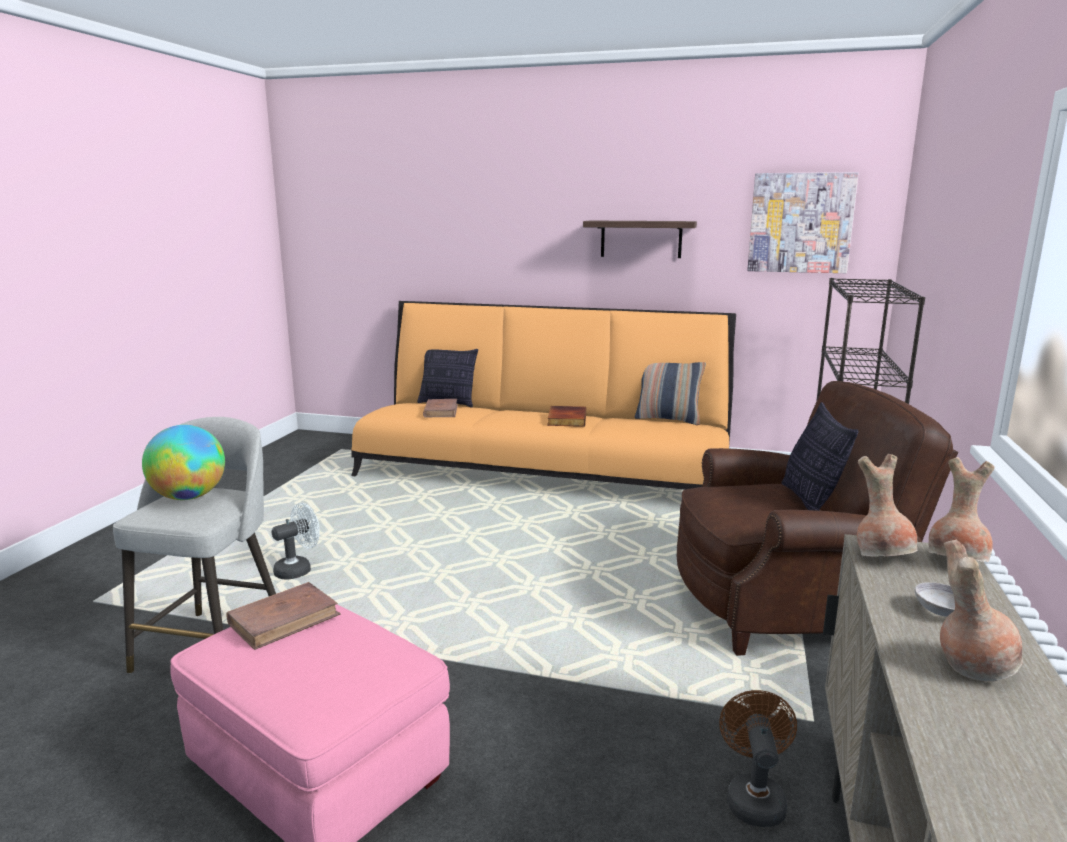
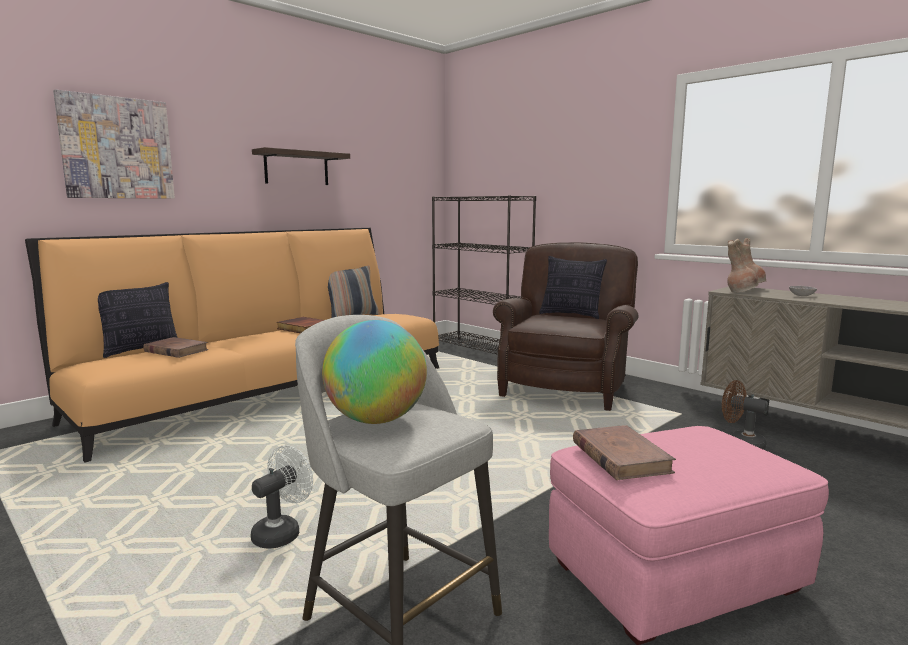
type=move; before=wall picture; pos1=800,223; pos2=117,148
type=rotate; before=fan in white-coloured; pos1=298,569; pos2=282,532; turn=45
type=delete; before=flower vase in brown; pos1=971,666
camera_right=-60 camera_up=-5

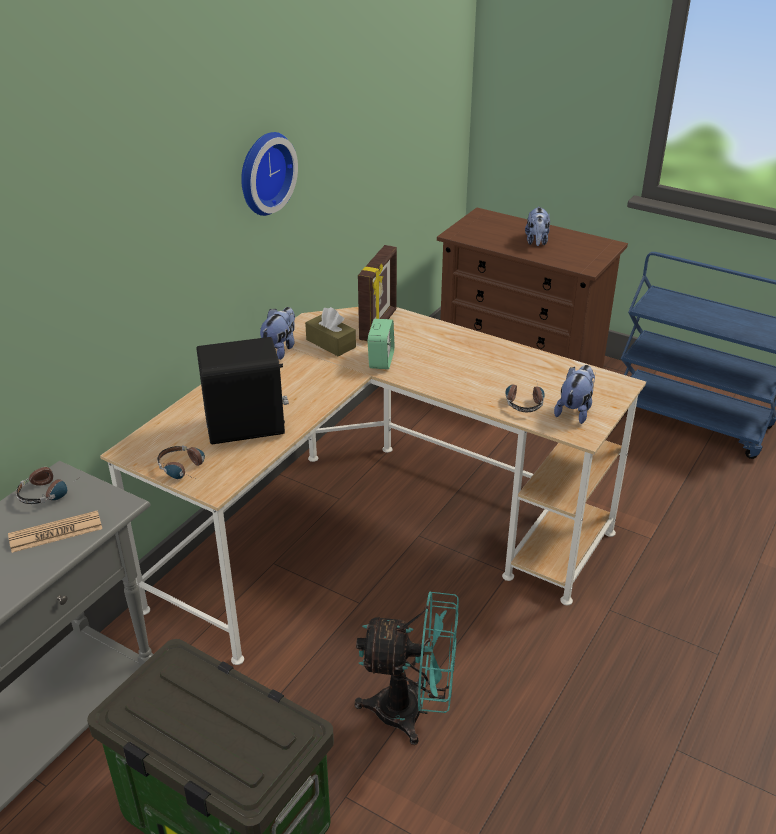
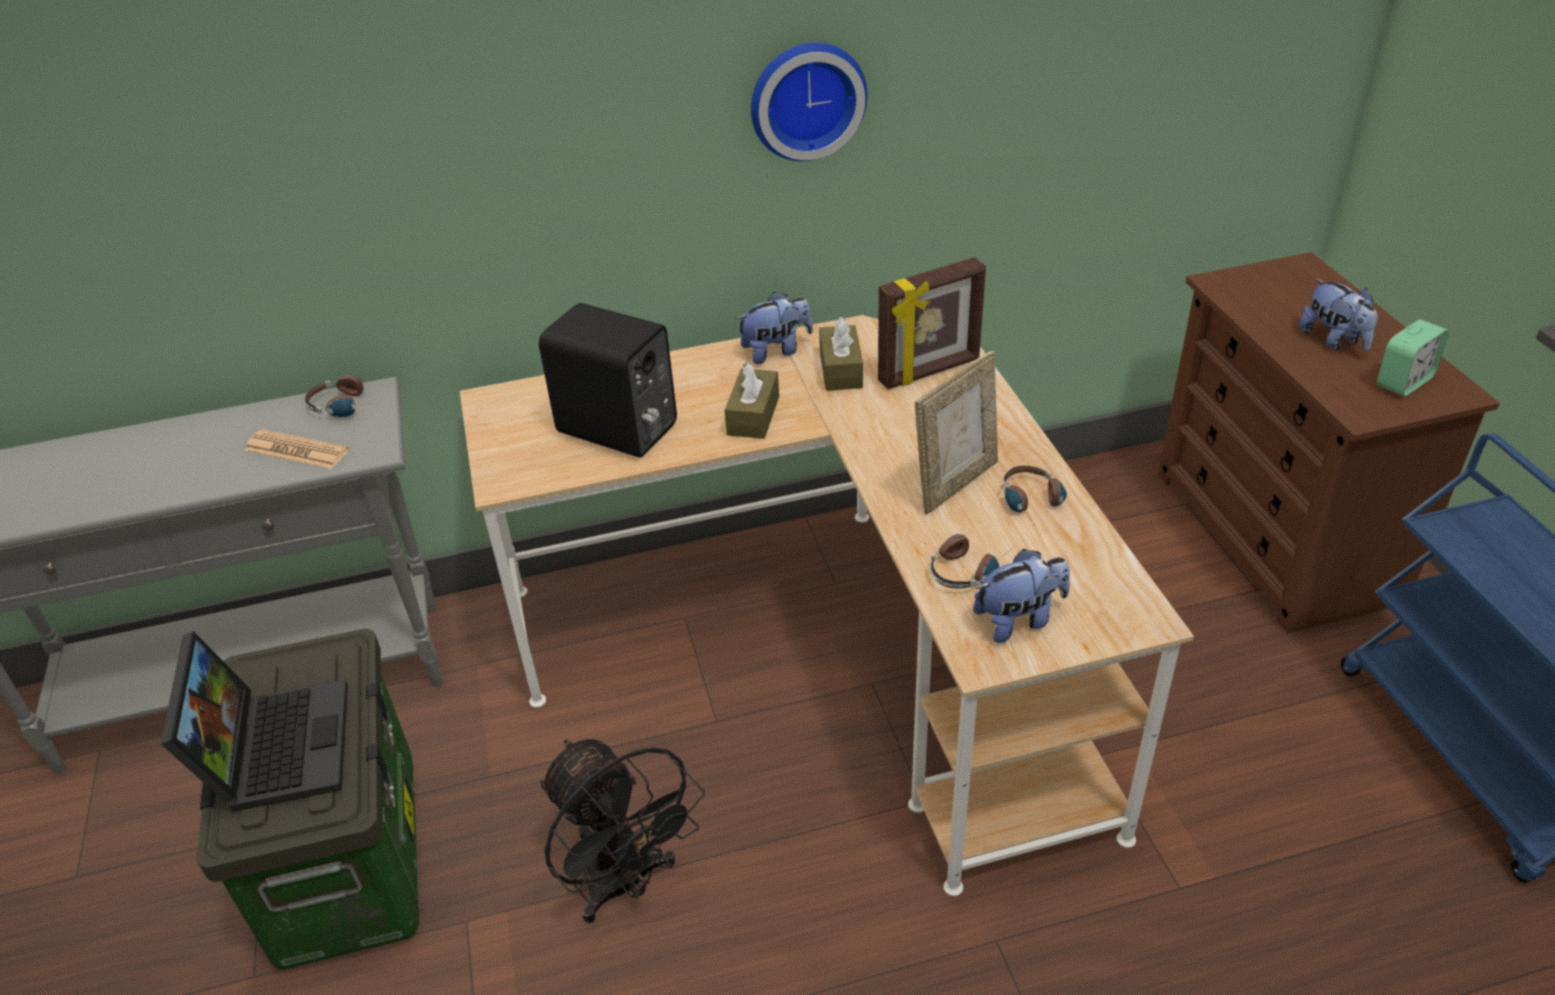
type=insert; after=laptop; pos2=275,745
type=recolor; before=fan in blue-green; after=fan in black; pos1=412,712; pos2=626,884
type=insert; after=tissue box in brown; pos2=753,415
type=insert; after=picture frame; pos2=955,483
type=move; before=headphones; pos1=186,469; pos2=1034,504
type=rotate; before=plush toy; pos1=536,241; pos2=1333,340; turn=-75
type=move; before=alarm clock; pos1=381,360; pos2=1404,382
camera_right=45 camera_up=5

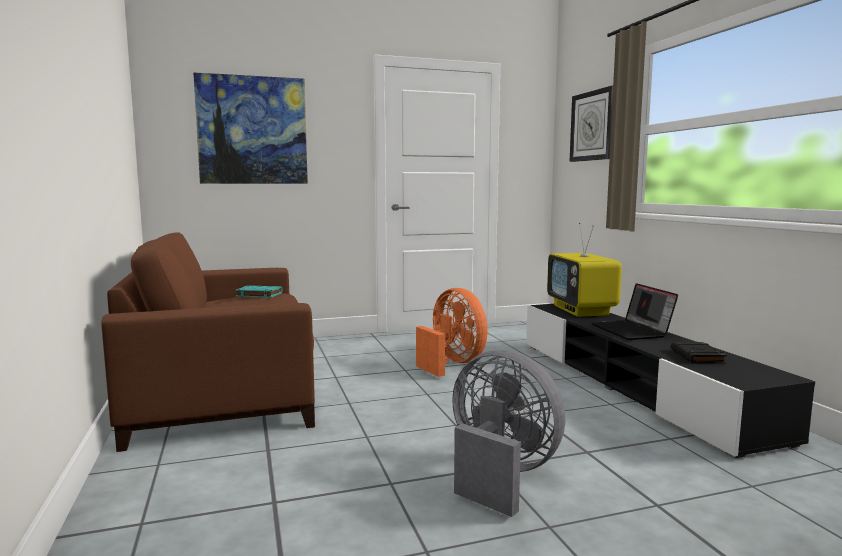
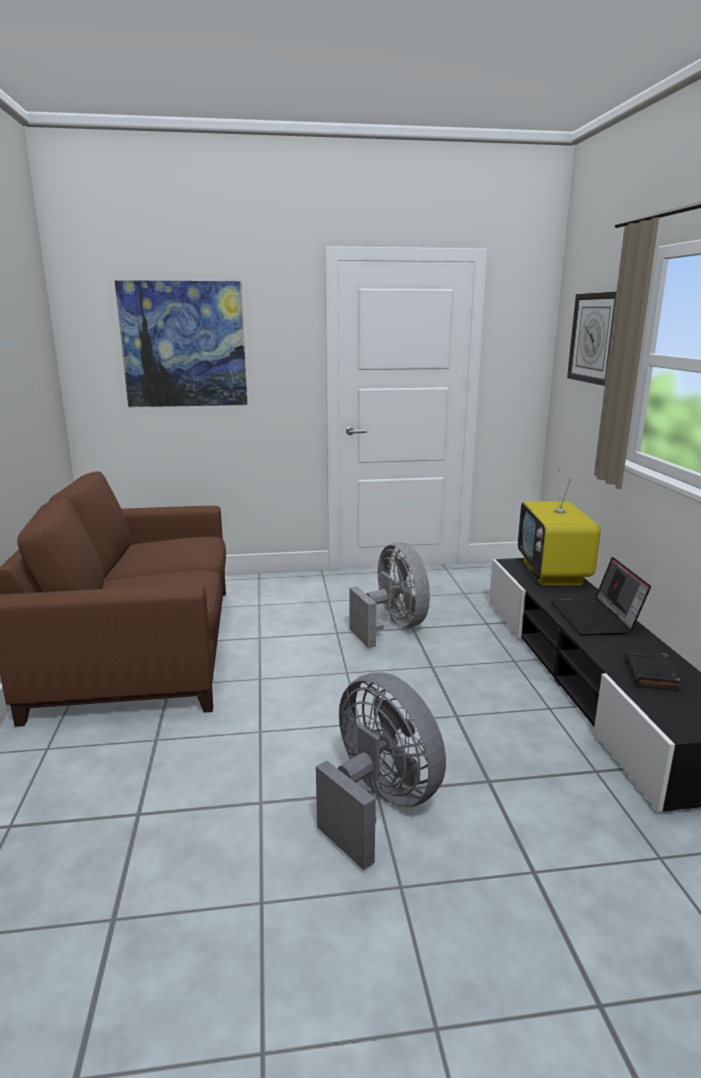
type=recolor; before=fan in orangey; after=fan in greyish; pos1=452,364; pos2=392,627
type=delete; before=volume in blue-green; pos1=258,295
camera_right=10 camera_up=10

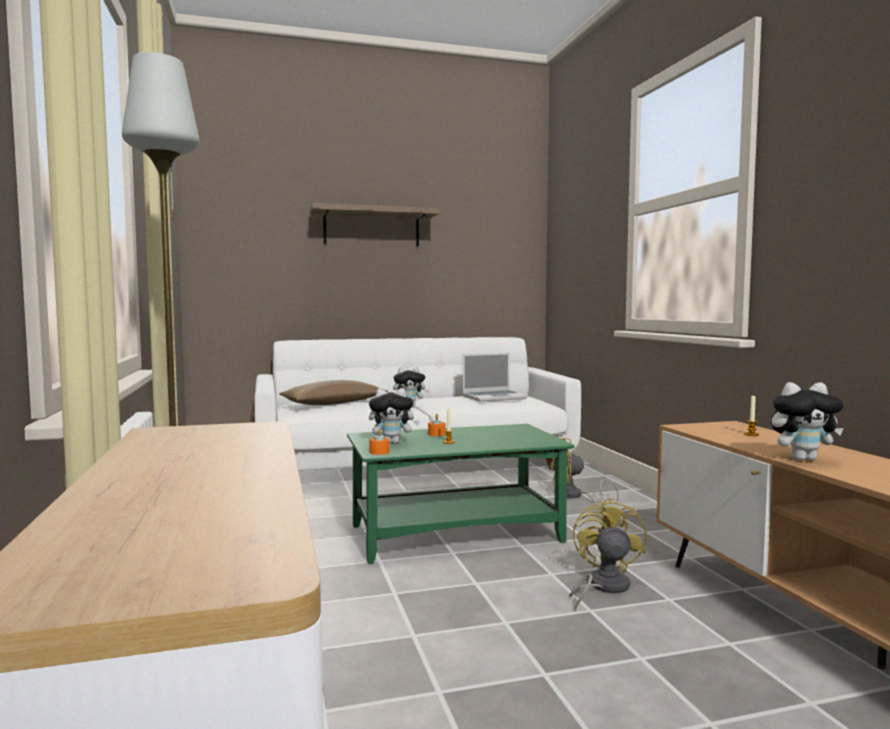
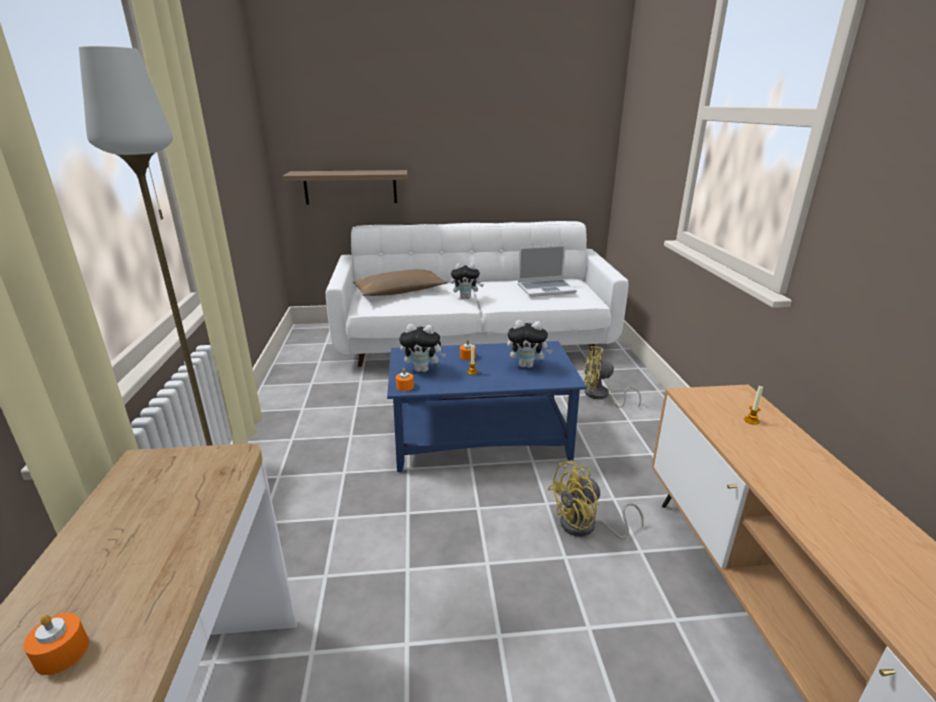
type=insert; after=wax candle in orangey; pos2=62,653
type=move; before=shelf; pos1=371,228; pos2=350,187
type=recolor; before=coffee table in green; after=coffee table in blue-coloured; pos1=457,533; pos2=482,439
type=move; before=plush toy; pos1=802,459; pos2=527,365
type=rotate; before=fan in yellow; pos1=602,587; pos2=586,527; turn=-135
camera_right=10 camera_up=20

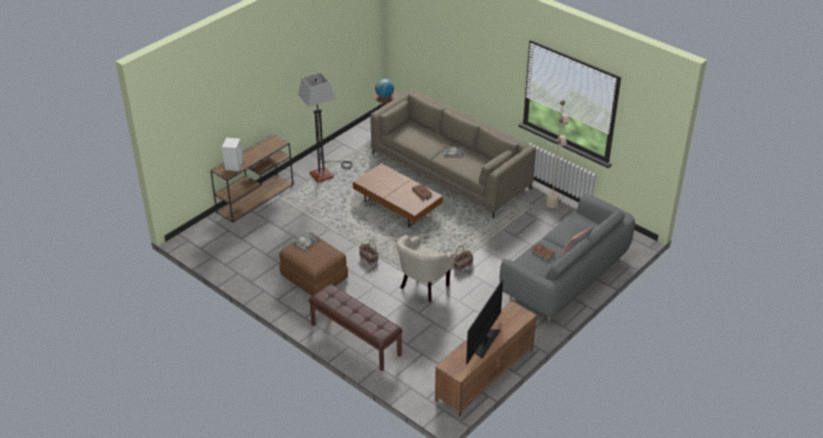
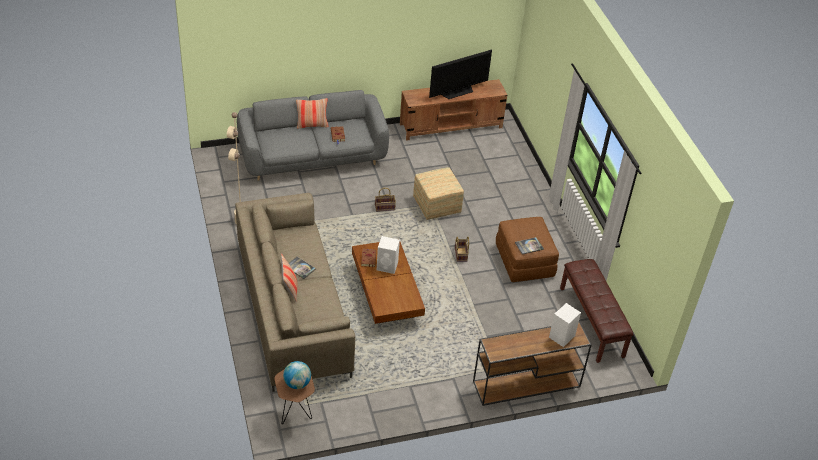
type=insert; after=pillow; pos2=289,289
type=insert; after=loudspeaker in white-coloured; pos2=387,266
type=replace; before=lounge chair in sand-coloured; after=ottoman; pos1=422,287; pos2=437,206
type=move; before=indoor bench in brown; pos1=355,339; pos2=592,322
type=delete; before=standing lamp; pos1=326,172
camera_right=-150 camera_up=5

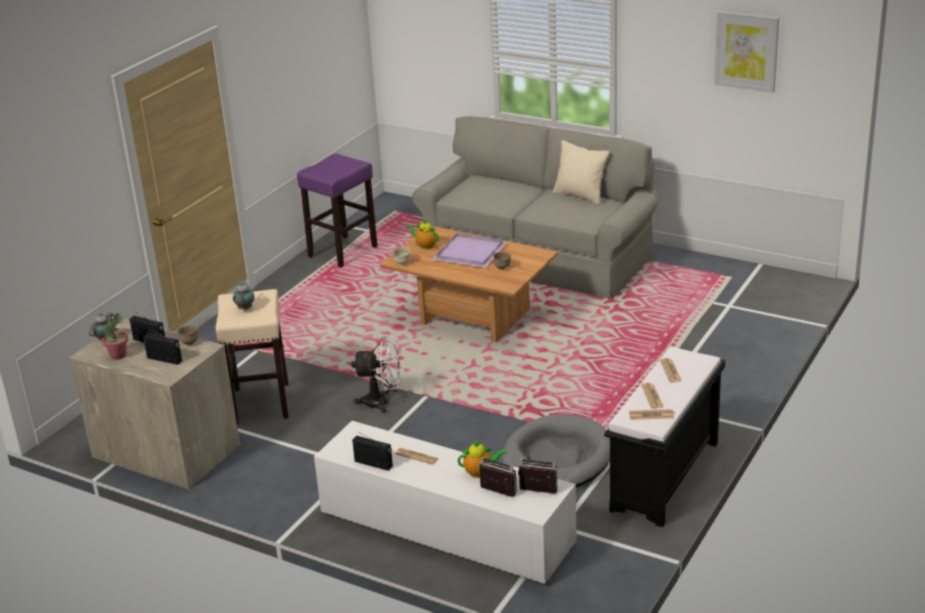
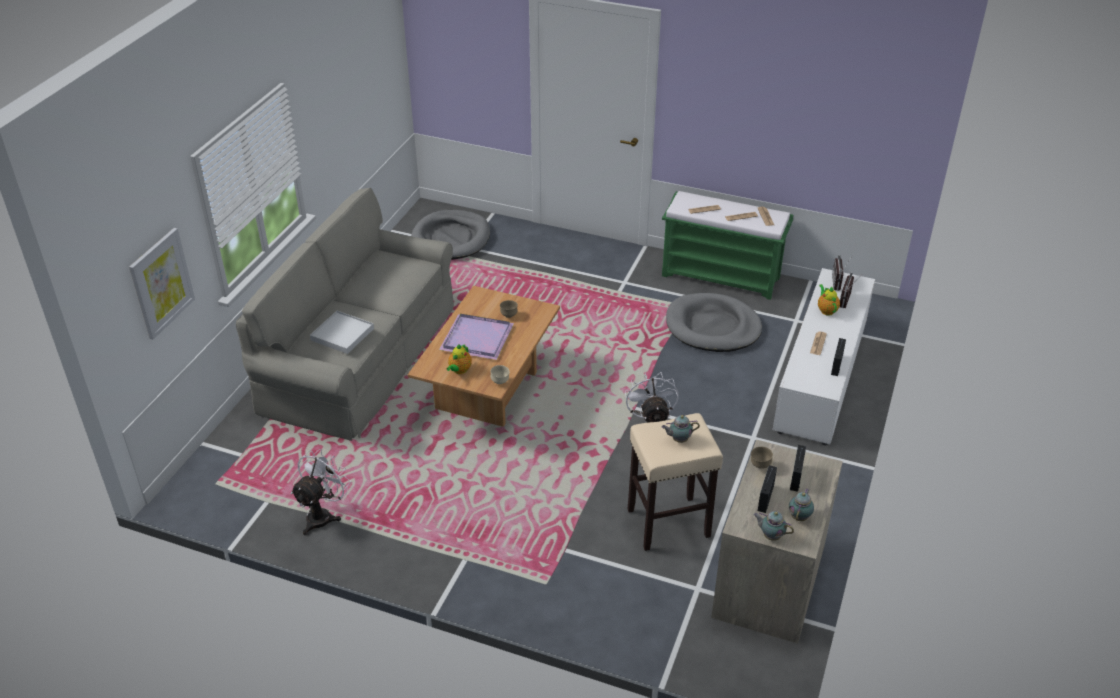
type=move; before=wall picture; pos1=746,51; pos2=161,283
type=replace; before=stool seat in purplish; after=fan in white-coloured; pos1=343,251; pos2=323,515
type=insert; after=tray in white-coloured; pos2=342,334
type=insert; after=pet bed in greyish; pos2=451,238
type=recolor; before=indoor bench in black; after=indoor bench in green; pos1=665,477; pos2=722,276
type=replace; before=plant in a pot; after=teapot; pos1=118,355; pos2=799,516
type=delete; before=pillow in sand-coloured; pos1=580,195
camera_right=-100 camera_up=10

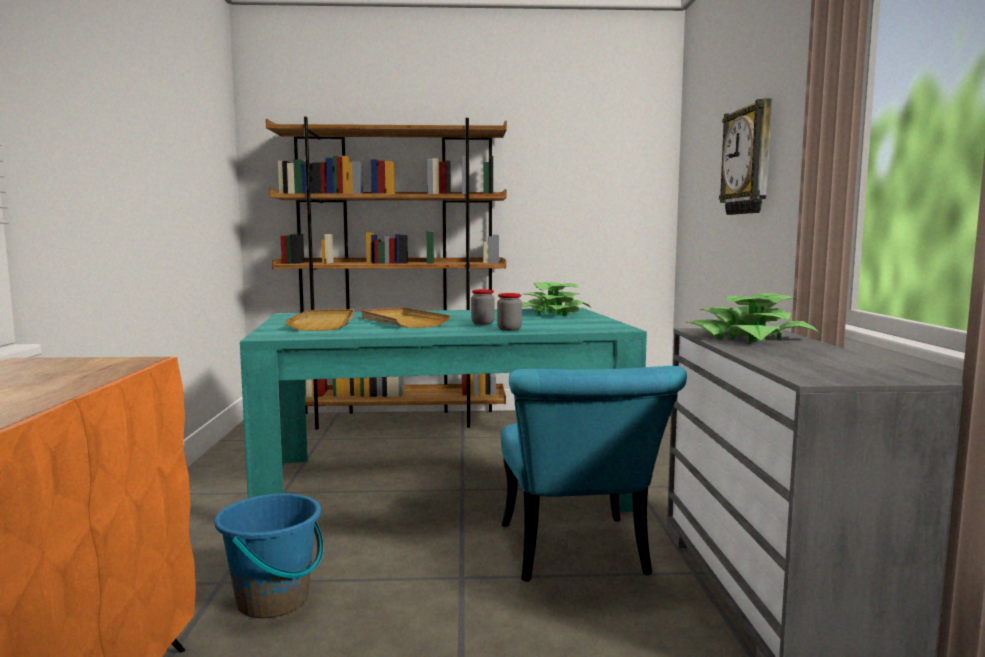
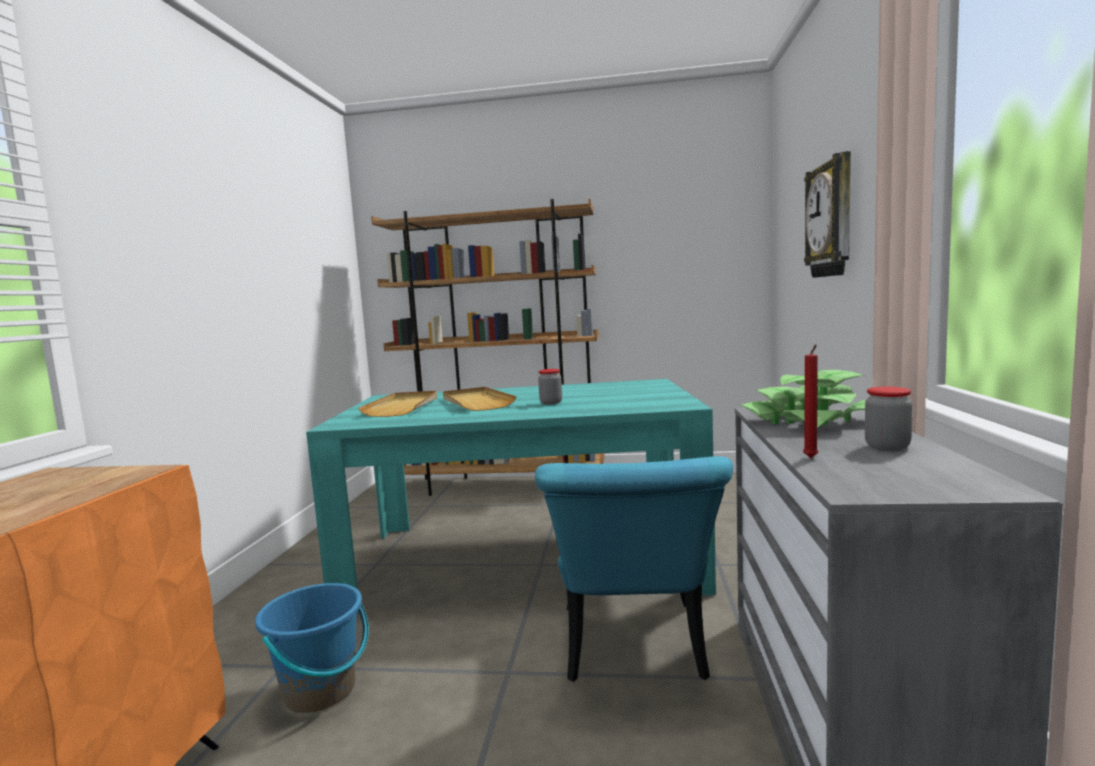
type=insert; after=wax candle in reddish; pos2=811,458
type=move; before=jar; pos1=509,329; pos2=887,447
type=delete; before=plant in a pot; pos1=552,313
camera_right=10 camera_up=0

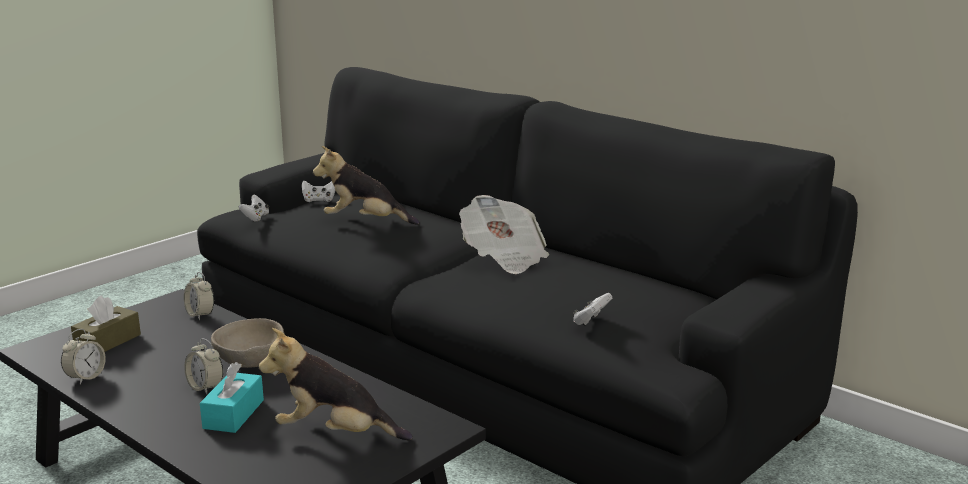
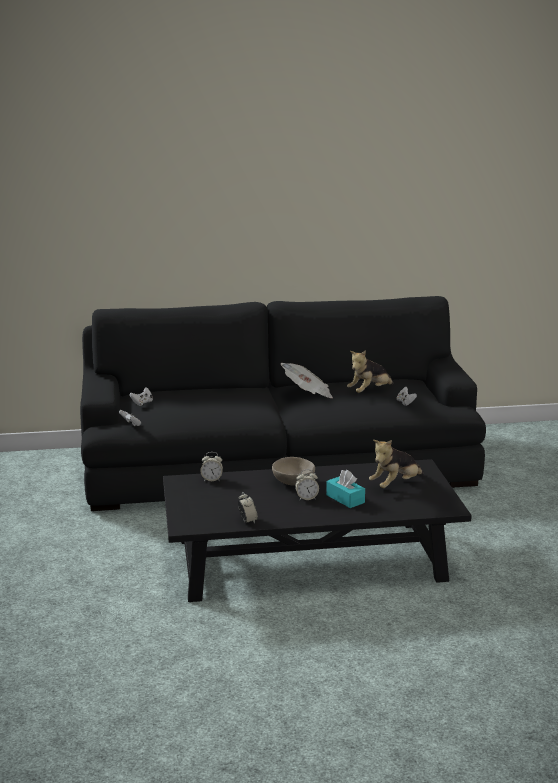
type=move; before=plush toy; pos1=365,222; pos2=369,392
type=delete; before=tissue box in brown; pos1=108,342
camera_right=-50 camera_up=0

